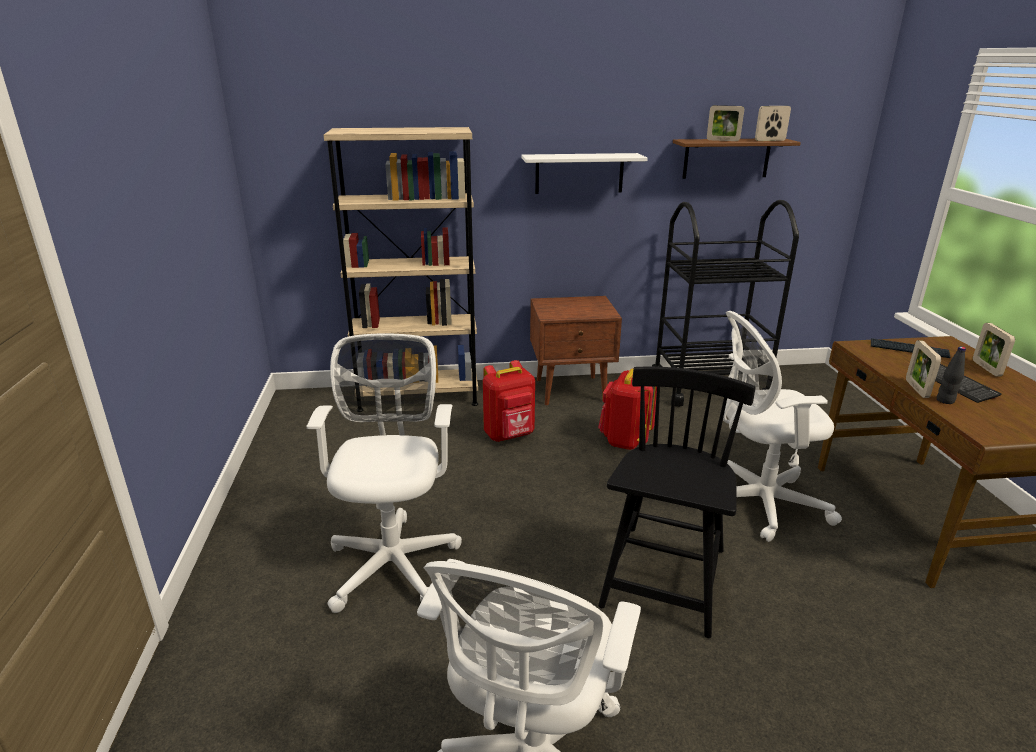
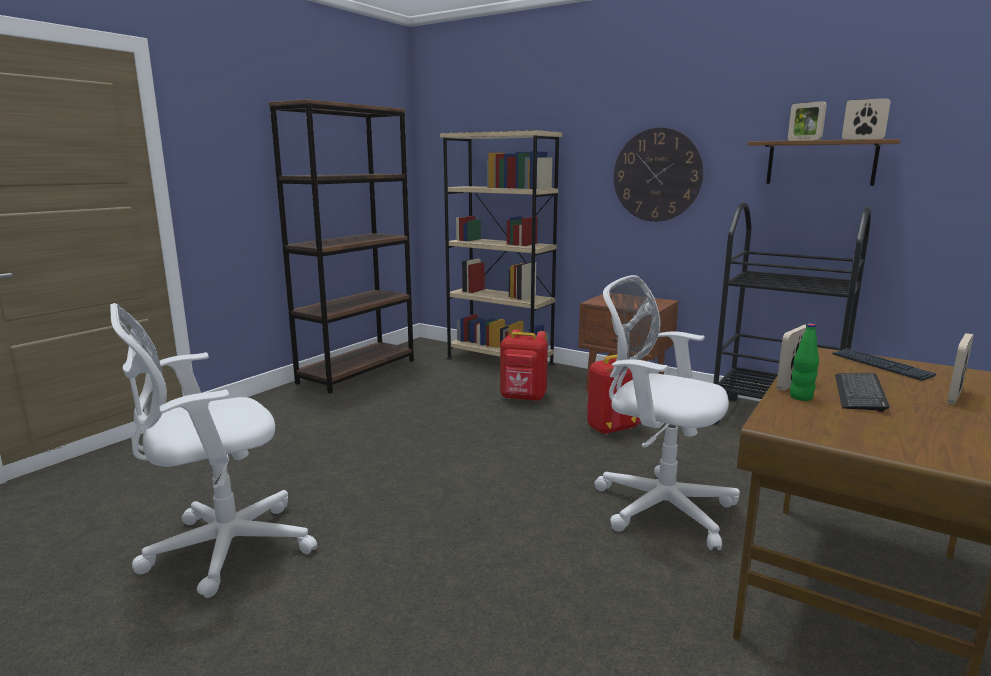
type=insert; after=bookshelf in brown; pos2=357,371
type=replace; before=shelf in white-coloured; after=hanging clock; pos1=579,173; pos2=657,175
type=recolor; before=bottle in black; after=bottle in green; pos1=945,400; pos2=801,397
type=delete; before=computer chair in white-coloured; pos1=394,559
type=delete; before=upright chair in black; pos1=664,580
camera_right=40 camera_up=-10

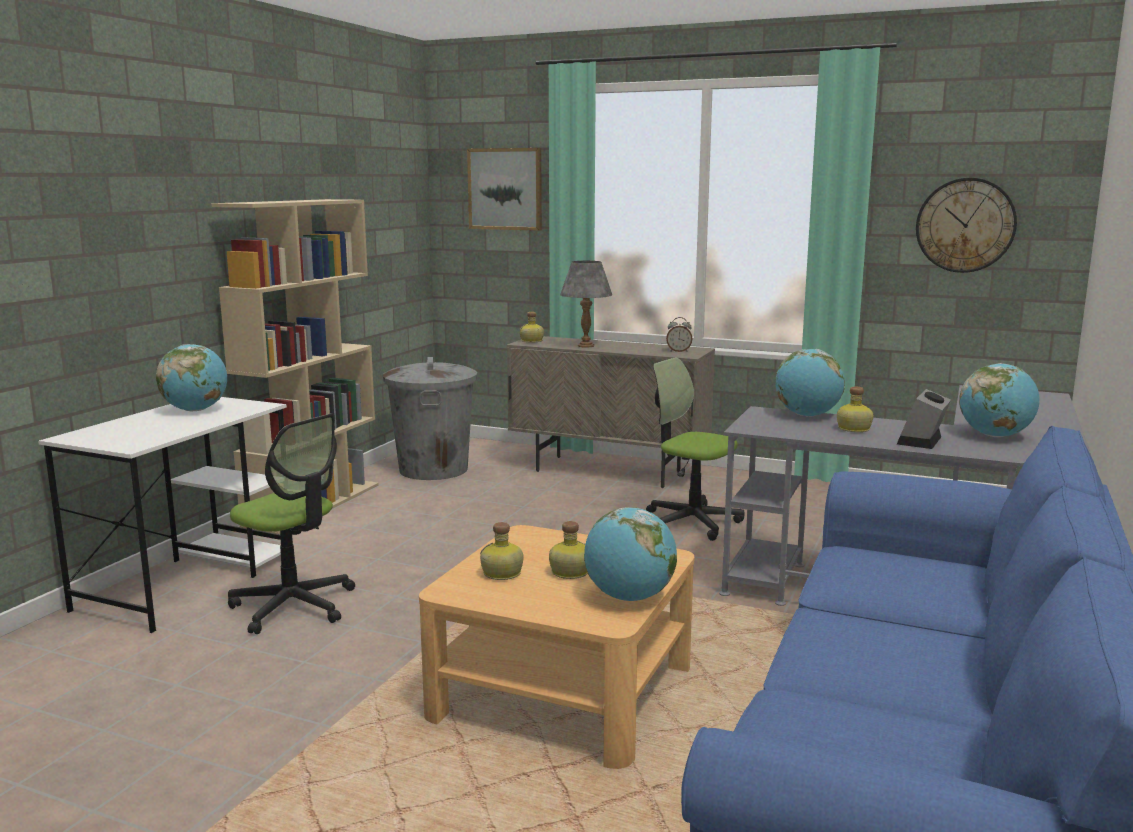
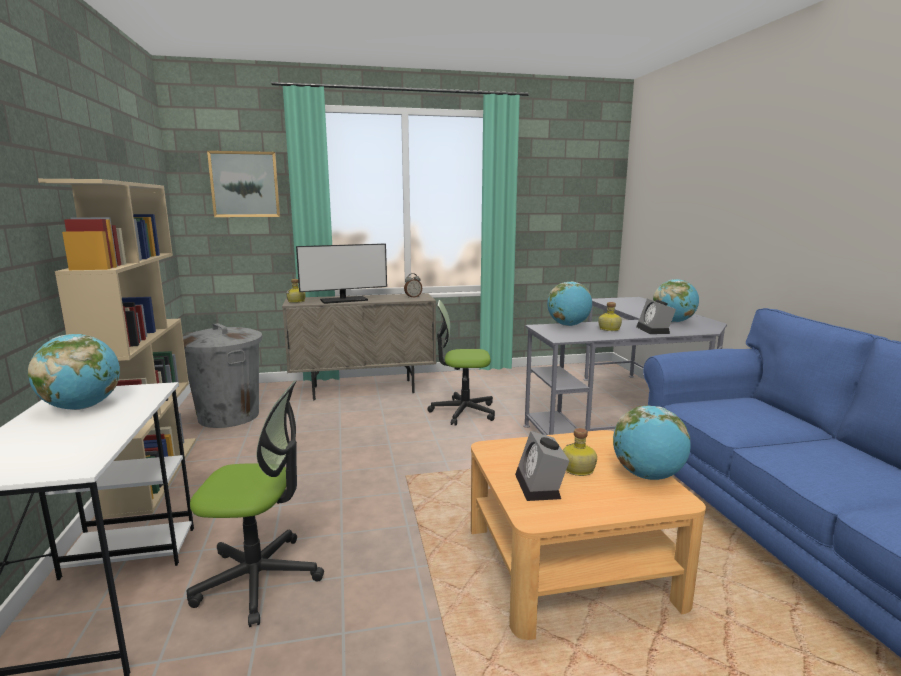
type=replace; before=lamp for a table in greyish; after=monitor; pos1=586,346; pos2=344,300
type=replace; before=bottle; after=alarm clock; pos1=502,574; pos2=540,487
type=delete; before=hanging clock; pos1=965,225
camera_right=-35 camera_up=0

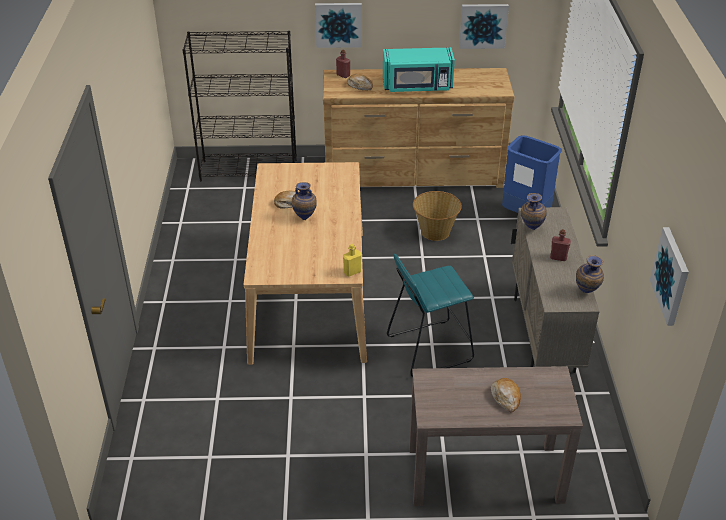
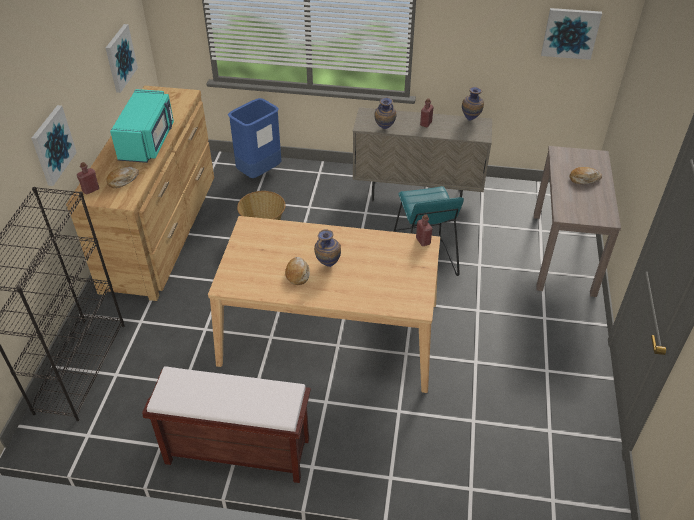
type=insert; after=indoor bench in brown; pos2=236,452
type=recolor; before=bottle in yellow; after=bottle in reddish; pos1=352,272; pos2=423,241
camera_right=-80 camera_up=5

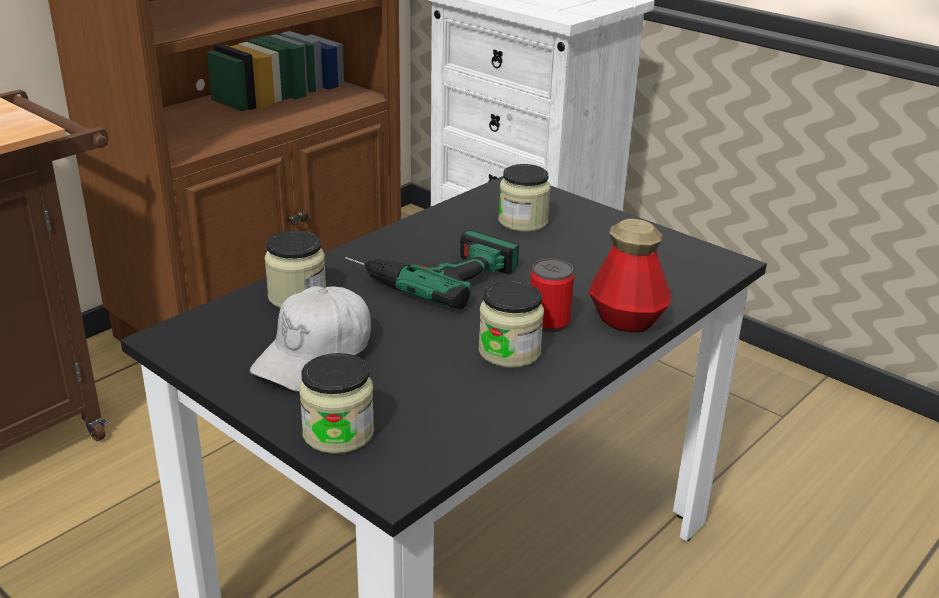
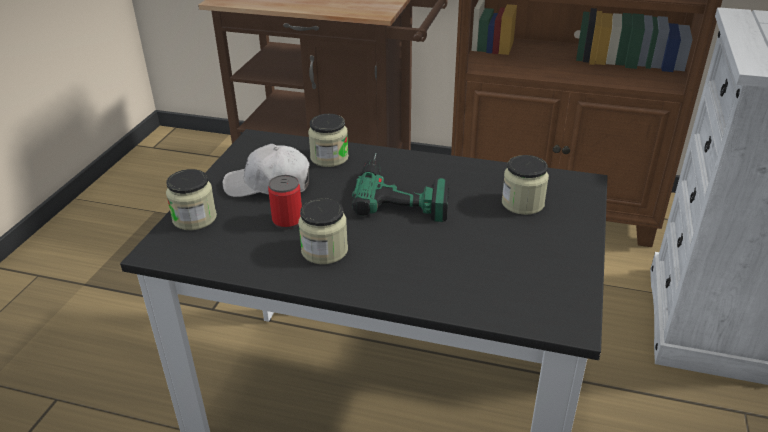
type=move; before=metal can; pos1=548,322; pos2=287,221
type=delete; before=bottle; pos1=626,320
camera_right=65 camera_up=5

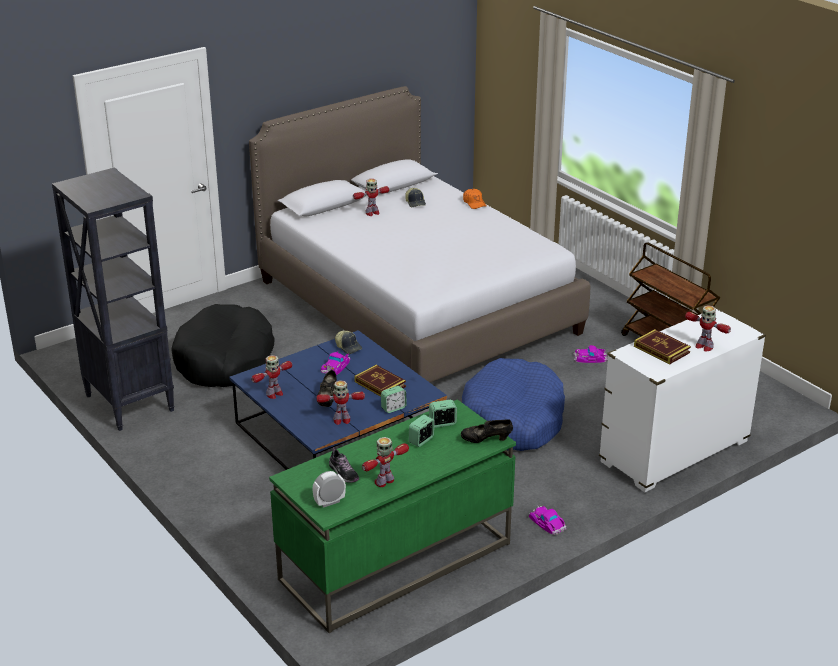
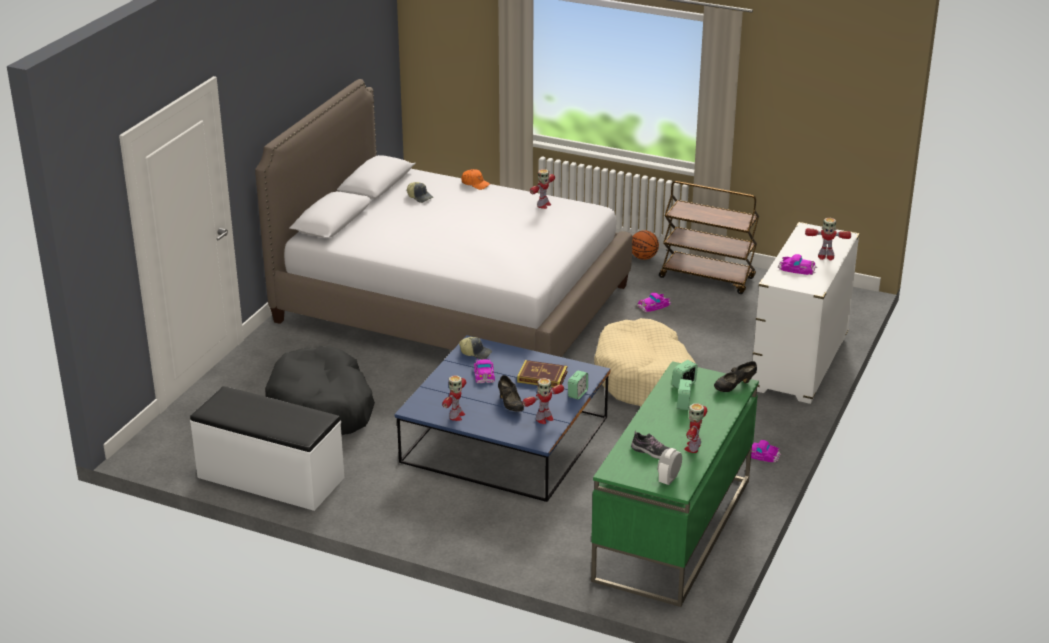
type=replace; before=bookshelf in black; after=indoor bench in white-coloured; pos1=129,402; pos2=270,478
type=move; before=toy robot; pos1=372,213; pos2=543,205
type=recolor; before=pet bed in blue-coloured; after=pet bed in sand-coloured; pos1=513,420; pos2=645,379
type=insert; after=basketball ball; pos2=643,257
type=replace; before=volume; after=model car; pos1=661,349; pos2=797,268
camera_right=-30 camera_up=0

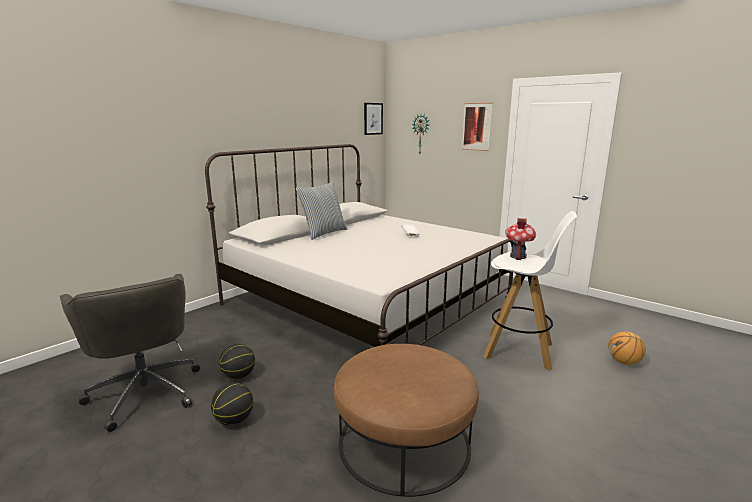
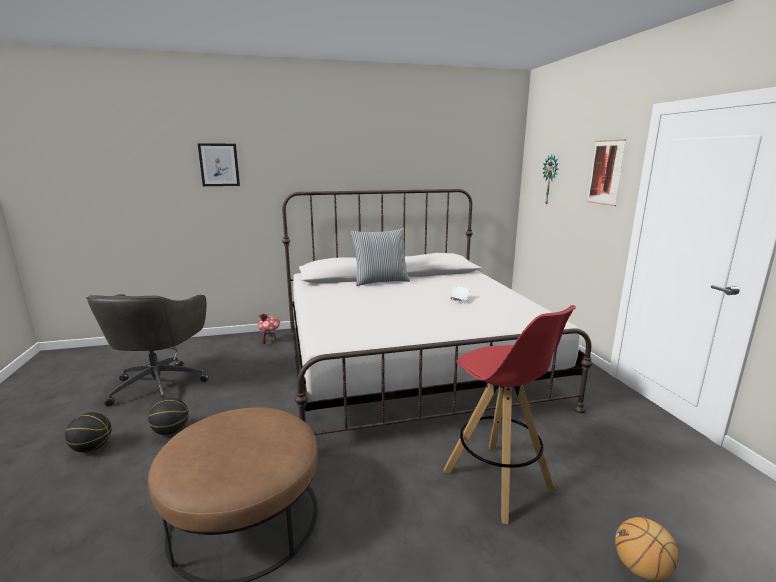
type=move; before=basketball ball; pos1=239,376; pos2=92,448
type=move; before=wall picture; pos1=373,118; pos2=219,165
type=move; before=miniature house; pos1=518,256; pos2=270,341
type=recolor; before=stool seat in white-coloured; after=stool seat in reddish; pos1=519,351; pos2=498,481
camera_right=35 camera_up=0

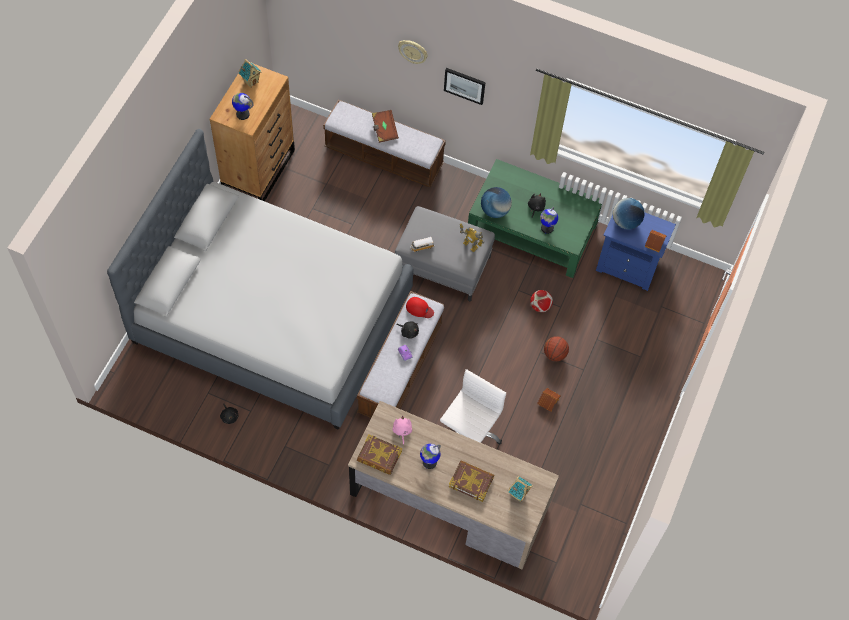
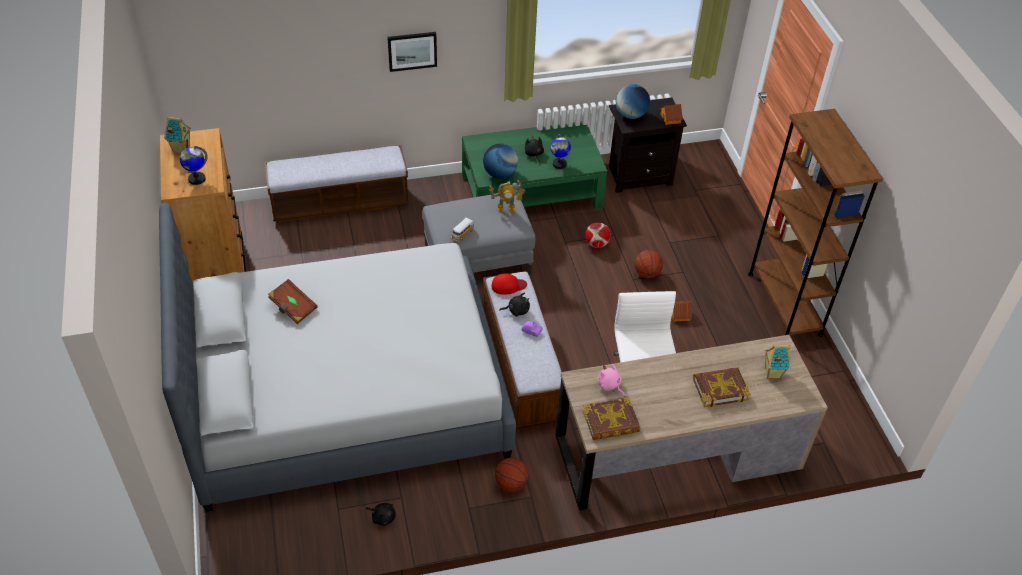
type=move; before=volume in brown; pos1=384,130; pos2=293,308
type=insert; after=basketball ball; pos2=511,484
type=recolor; before=nightstand in blue-coloured; after=nightstand in black; pos1=628,266; pos2=638,175
type=insert; after=bookshelf in brown; pos2=784,303
type=delete; before=hanging clock; pos1=413,51
type=delete; before=world globe; pos1=429,462
camera_right=-35 camera_up=-15

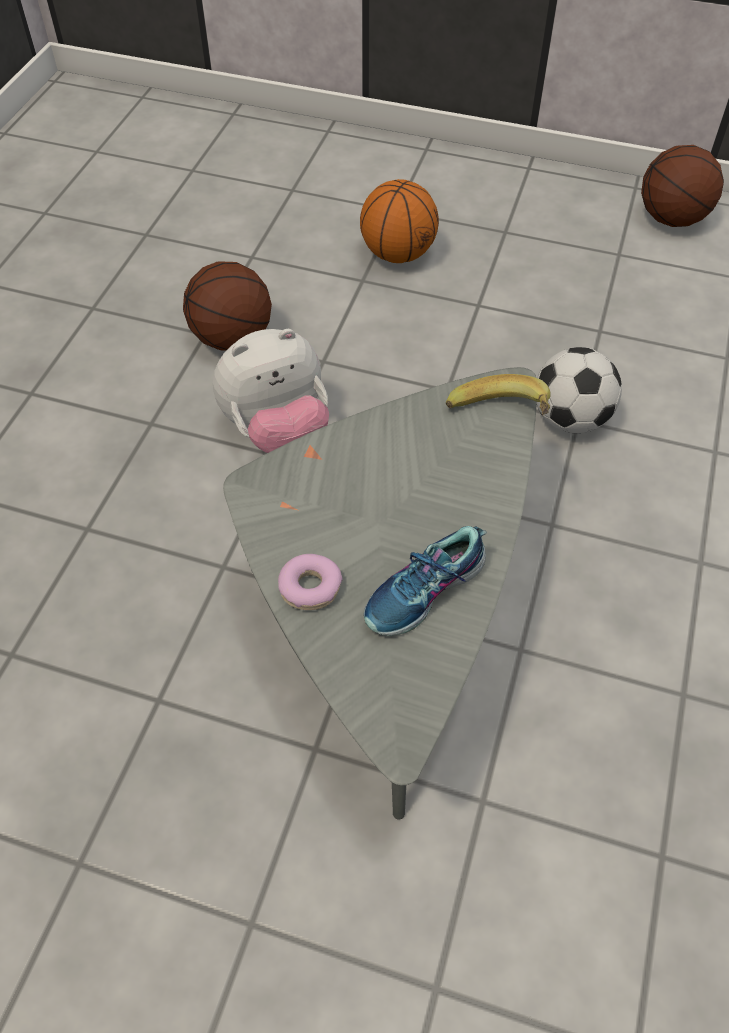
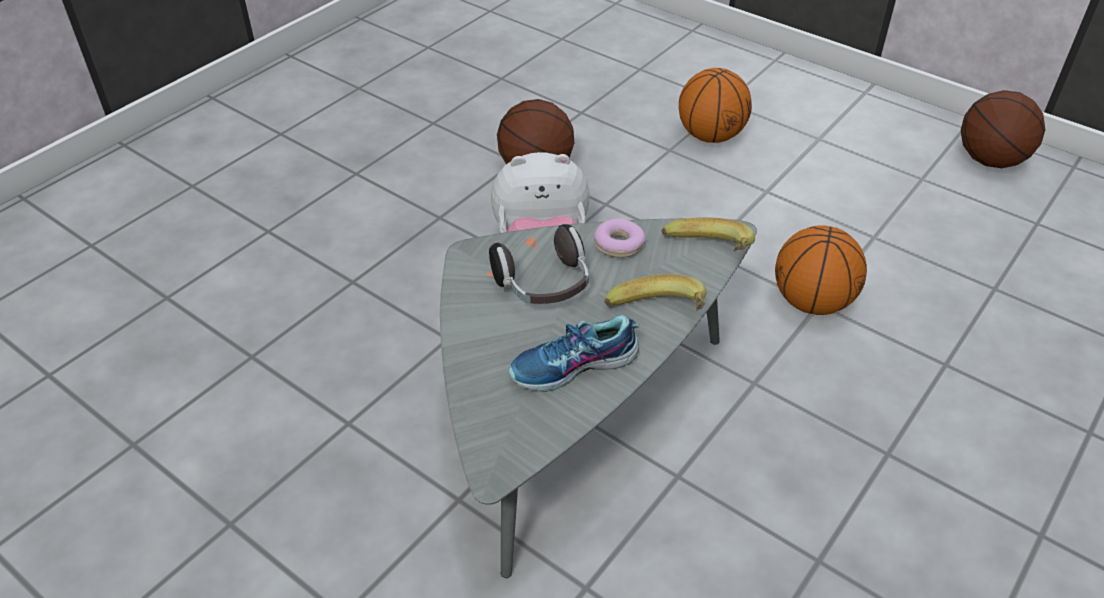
type=insert; after=headphones; pos2=544,286
type=move; before=donut; pos1=310,587; pos2=619,245
type=insert; after=banana fruit; pos2=658,317
type=replace; before=football; after=basketball ball; pos1=570,419; pos2=812,302
camera_right=20 camera_up=-10

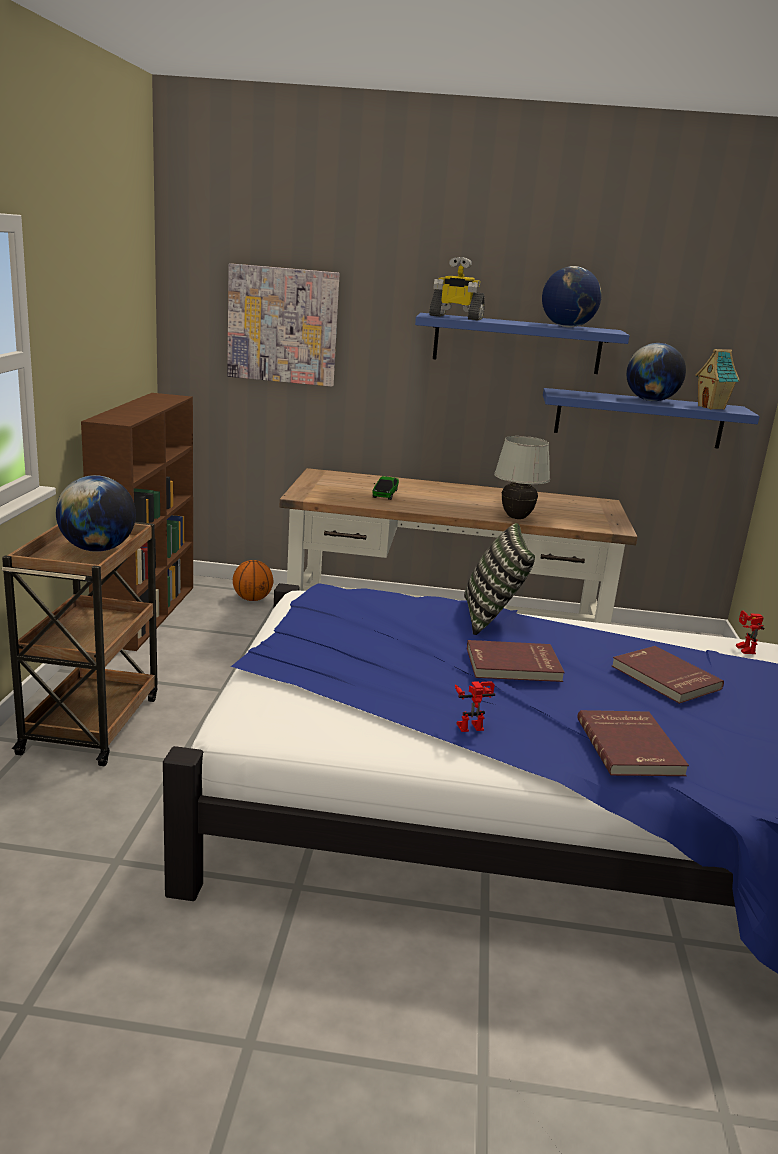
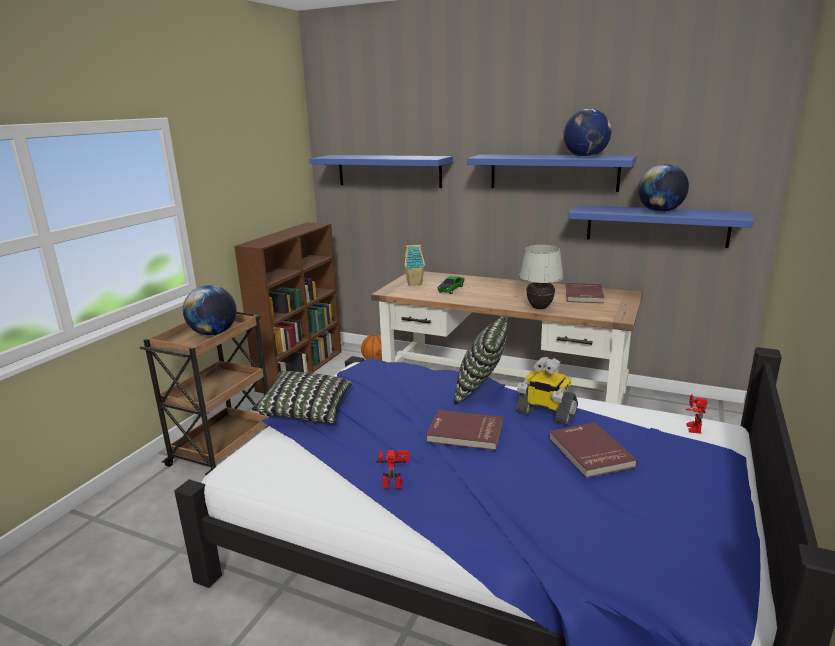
type=insert; after=pillow; pos2=306,411
type=replace; before=wall picture; after=shelf in blue-coloured; pos1=282,325; pos2=389,171
type=move; before=miniature house; pos1=712,407; pos2=415,283
type=move; before=toy robot; pos1=455,317; pos2=545,413
type=move; before=volume in reddish; pos1=631,747; pos2=585,295
camera_right=20 camera_up=0

